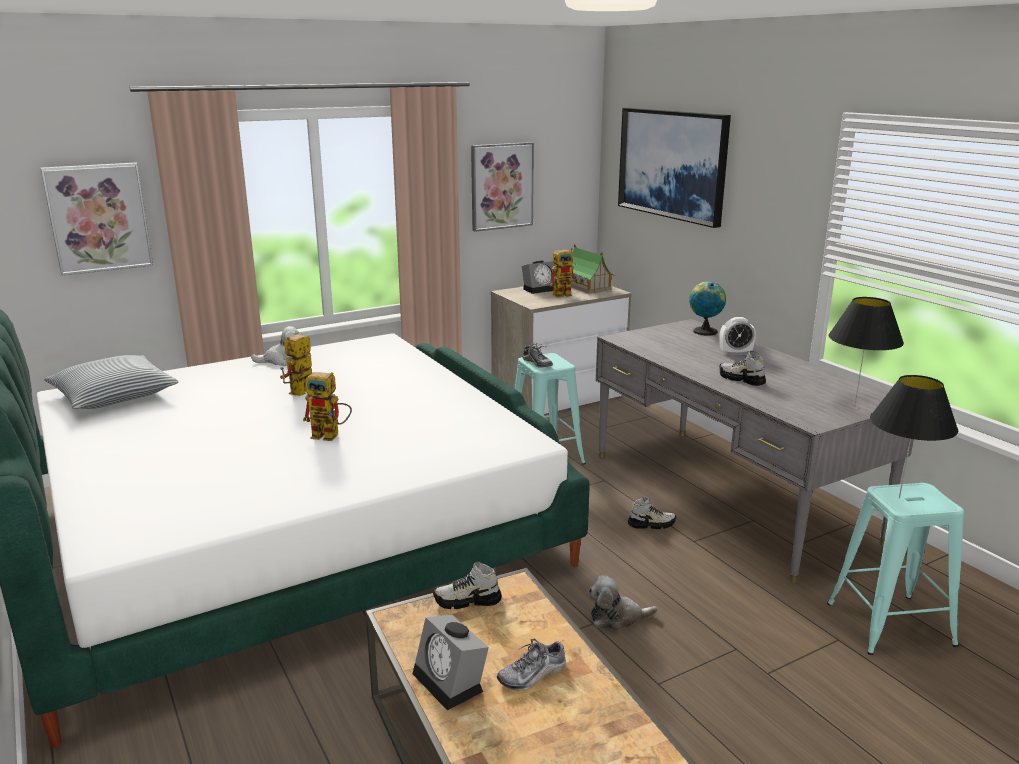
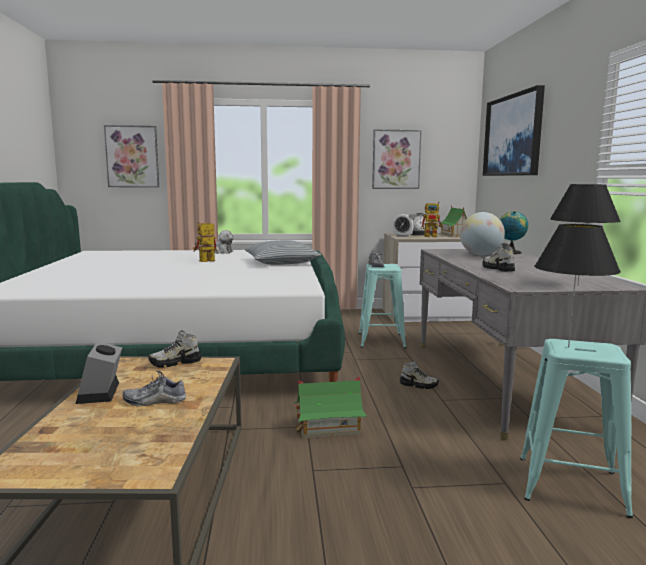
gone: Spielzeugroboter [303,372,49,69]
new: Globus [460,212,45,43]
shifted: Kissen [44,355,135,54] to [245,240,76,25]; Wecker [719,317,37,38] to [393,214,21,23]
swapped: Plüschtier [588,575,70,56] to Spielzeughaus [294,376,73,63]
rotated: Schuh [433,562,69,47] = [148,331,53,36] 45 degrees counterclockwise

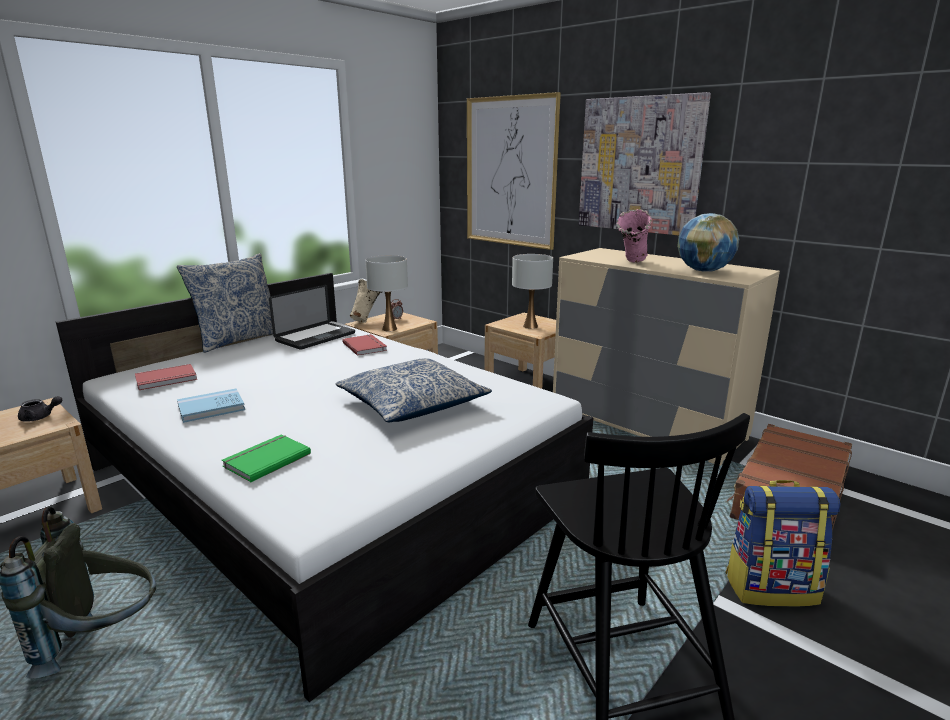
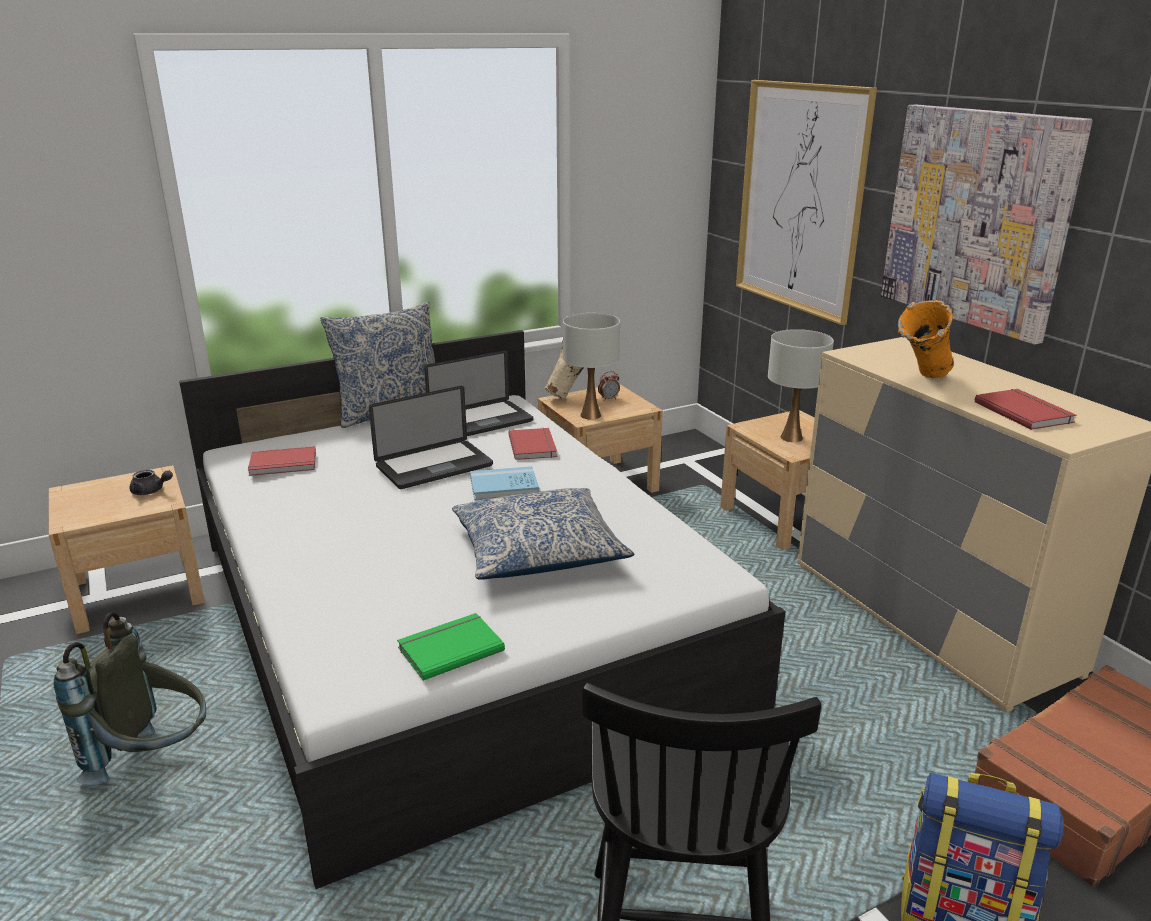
new: Laptop [369,386,124,103]
shifted: Buch [blau] [177,389,68,34] to [470,466,69,35]; Buch [grün] [222,434,89,48] to [397,613,108,68]
swapped: Globus [677,213,62,59] to Buch [rot] [975,389,101,41]
repainted: Vase [rosa] [617,209,35,54] to Vase [orange] [898,300,56,78]

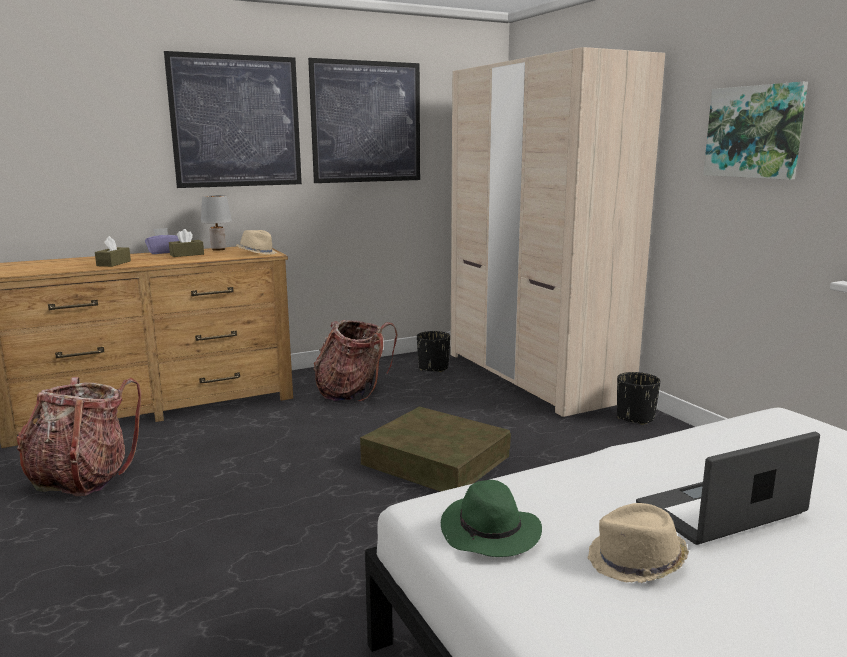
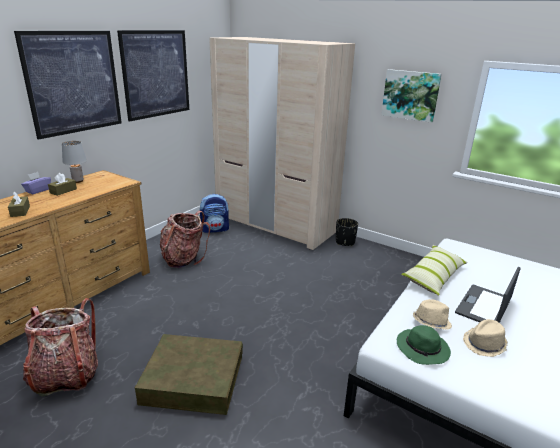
new: Kissen [401,245,67,51]
shifted: Hut [beige] [236,230,41,24] to [413,299,39,31]; Aufbewahrungsbox [braun] [360,406,151,86] to [135,334,108,81]
swapped: Pflanzkübel [schwarz] [417,331,33,41] to Rucksack [200,194,29,39]

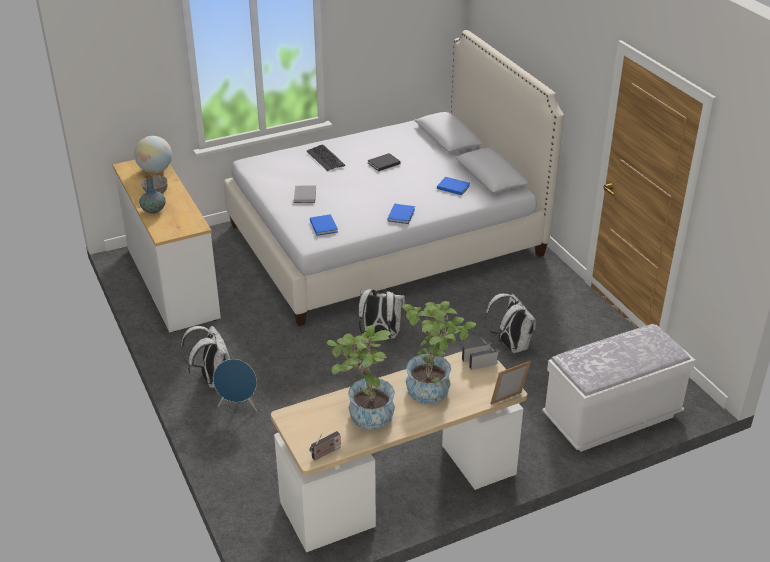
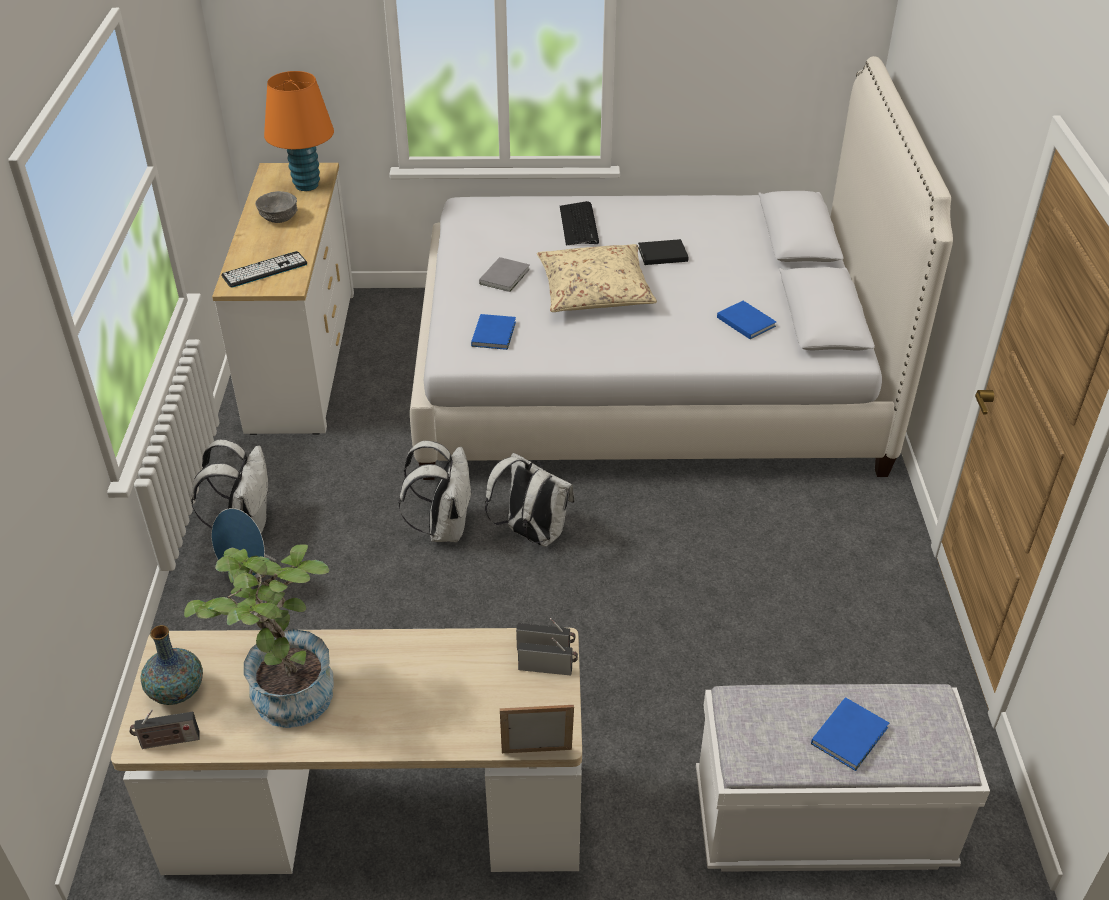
gone: Topfpflanze [402,301,74,103]
new: Tastatur [221,251,87,37]; Kissen [beige] [537,244,120,68]
shifted: Vase [139,175,26,39] to [140,625,63,80]; Buch [blau] [387,204,28,20] to [811,697,78,74]; Rucksack [weiß] [485,293,51,60] to [398,441,75,101]
swapped: Globus [134,136,38,37] to Tischlampe [orange] [264,71,70,120]

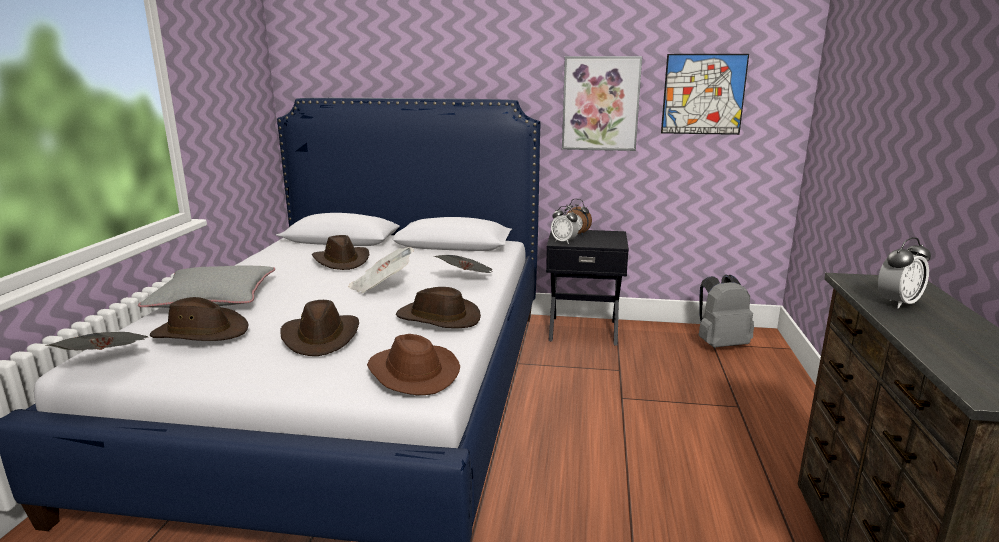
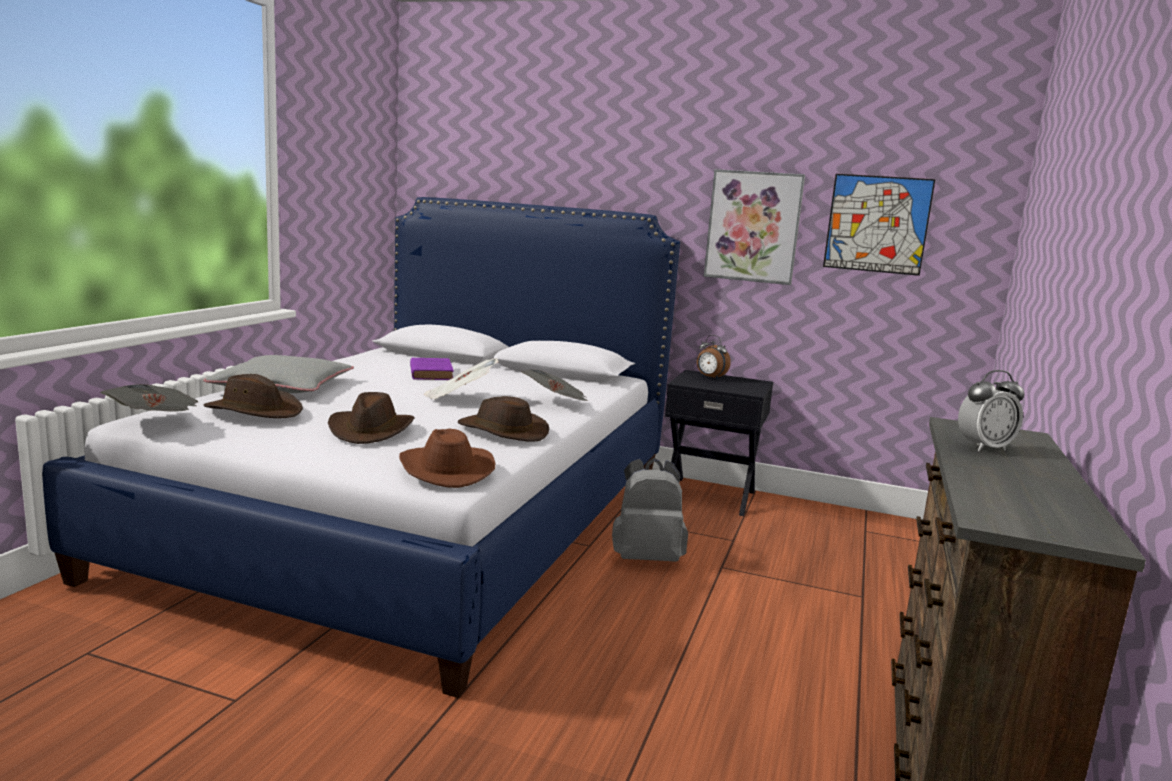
gone: Wecker [551,206,28,38]
shifted: Rucksack [grau] [698,275,56,73] to [612,458,76,104]
swapped: Hut [braun] [312,235,58,35] to Buch [lila] [410,358,44,22]

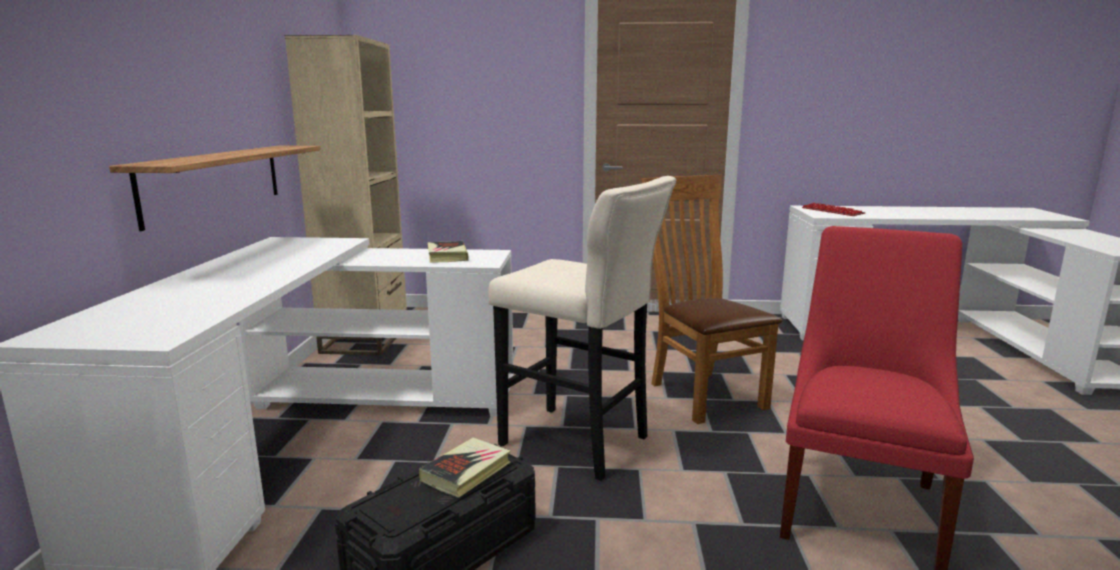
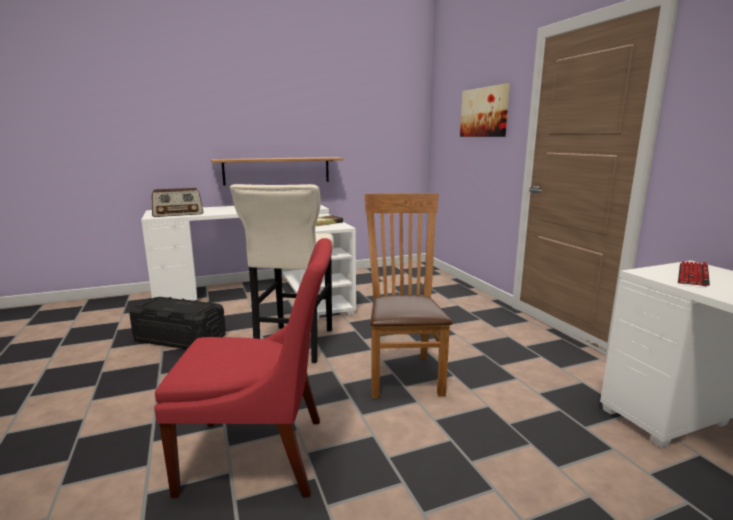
gone: Bücherregal [beige] [285,35,122,320]; Buch [419,437,92,61]
new: Radio [152,188,51,29]; Bild [460,84,50,53]
rotated: Stuhl [braun] [642,175,141,249] = [364,193,89,205] 45 degrees counterclockwise

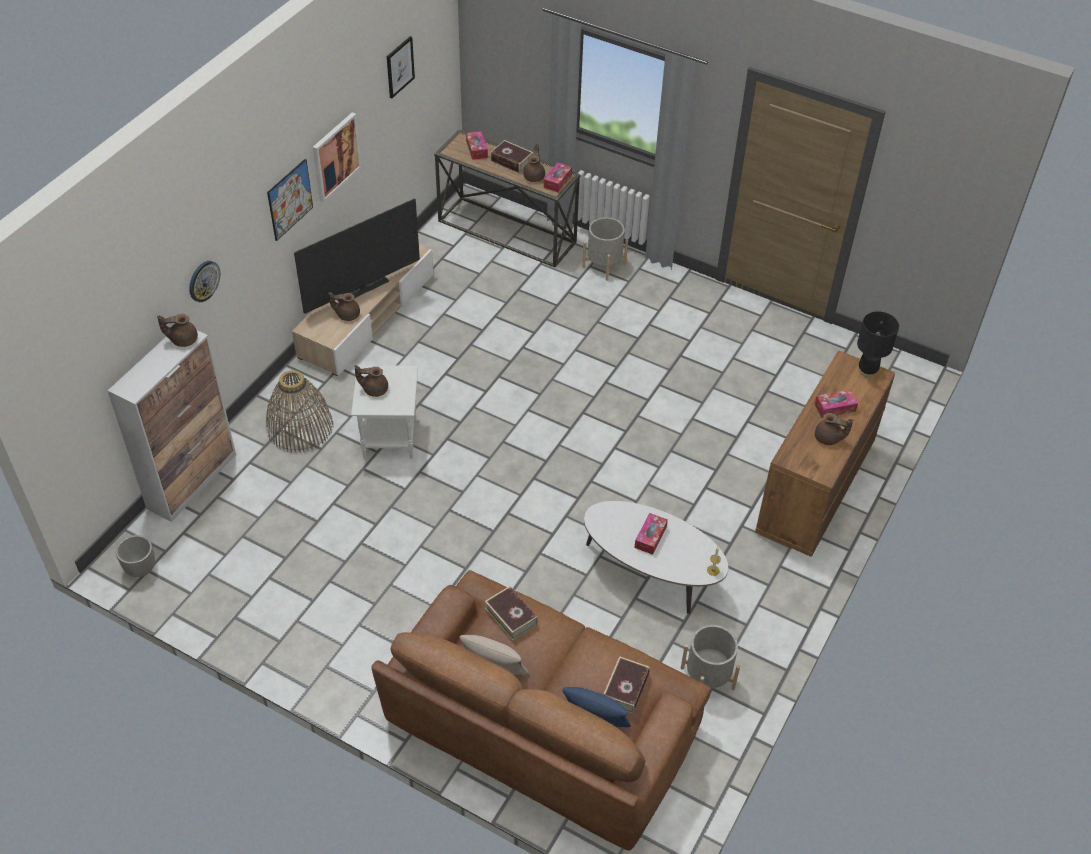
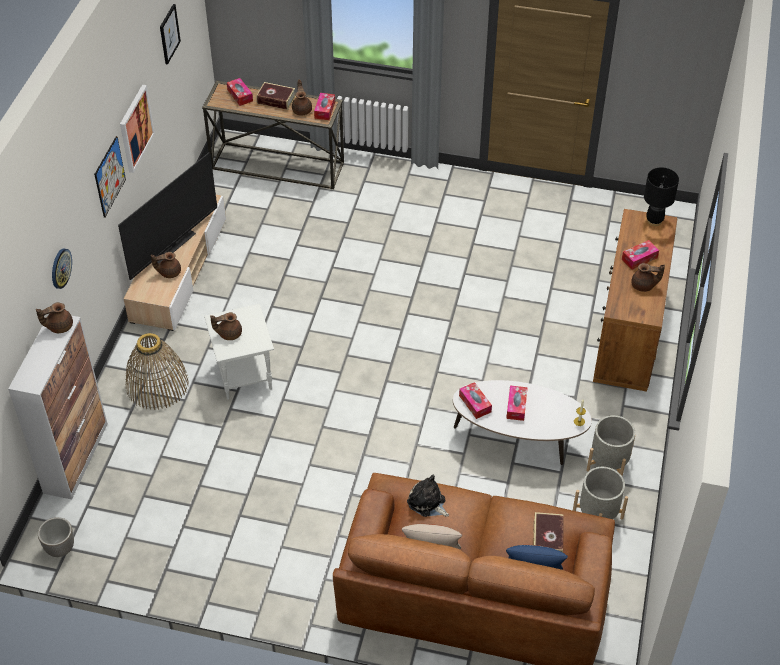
new: Taschentuchbox [459,382,33,37]
shifted: Pflanzkübel [grau] [582,217,46,64] to [586,415,49,61]
swapped: Buch [485,586,53,55] to Plüschtier [407,475,42,42]

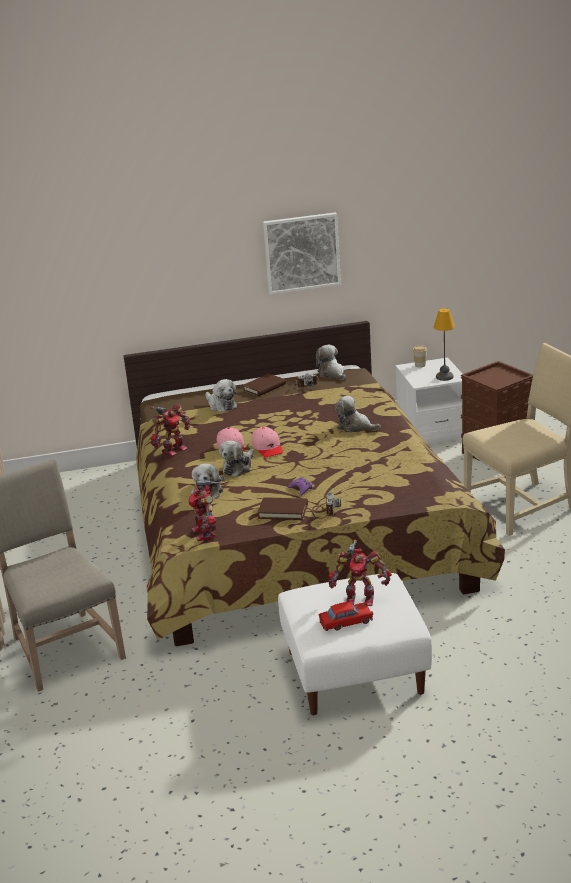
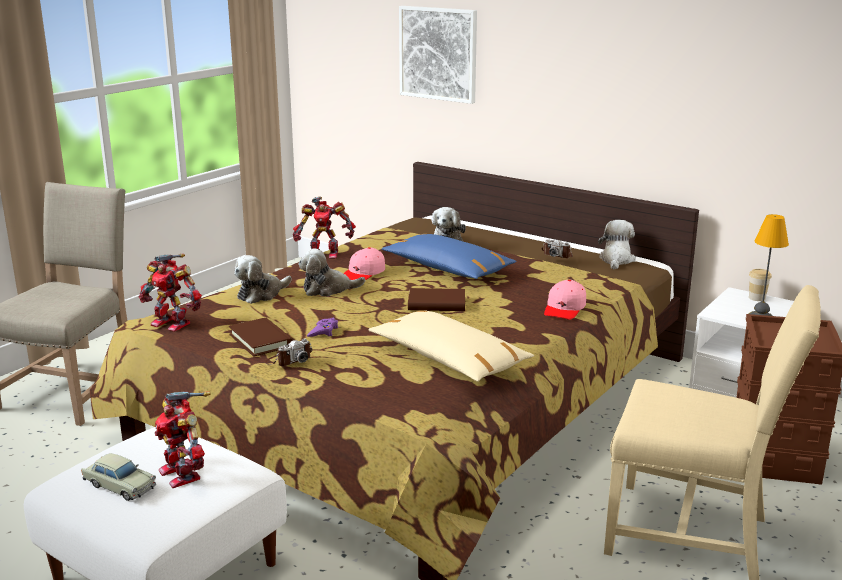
gone: Plüschtier [335,396,46,37]
new: Kissen [beige] [368,310,166,72]; Kissen [blau] [382,234,135,45]
shifted: Buch [braun] [242,373,44,23] to [408,288,57,23]; Kappe [rosa] [251,427,32,30] to [544,280,42,40]; Bild [263,212,78,83] to [399,6,78,98]
repainted: Spielzeugauto [rot] [319,602,54,29] to Spielzeugauto [beige] [81,453,75,48]
rotated: Spielzeugroboter [189,480,36,61] = [139,254,63,78] 90 degrees counterclockwise

